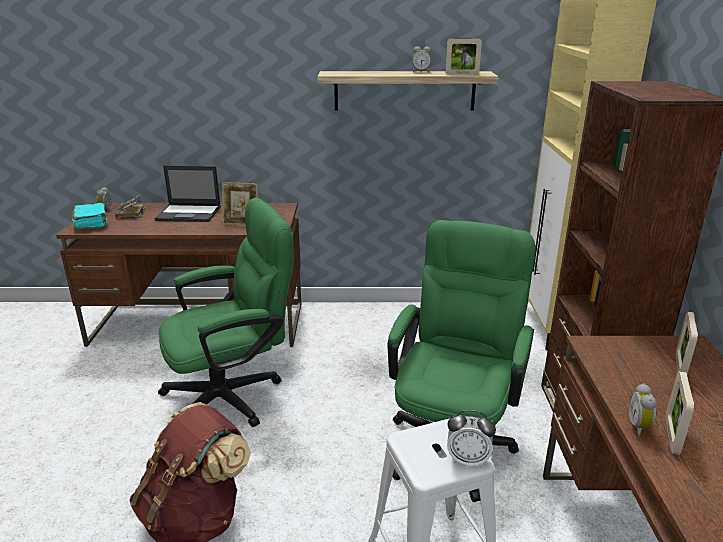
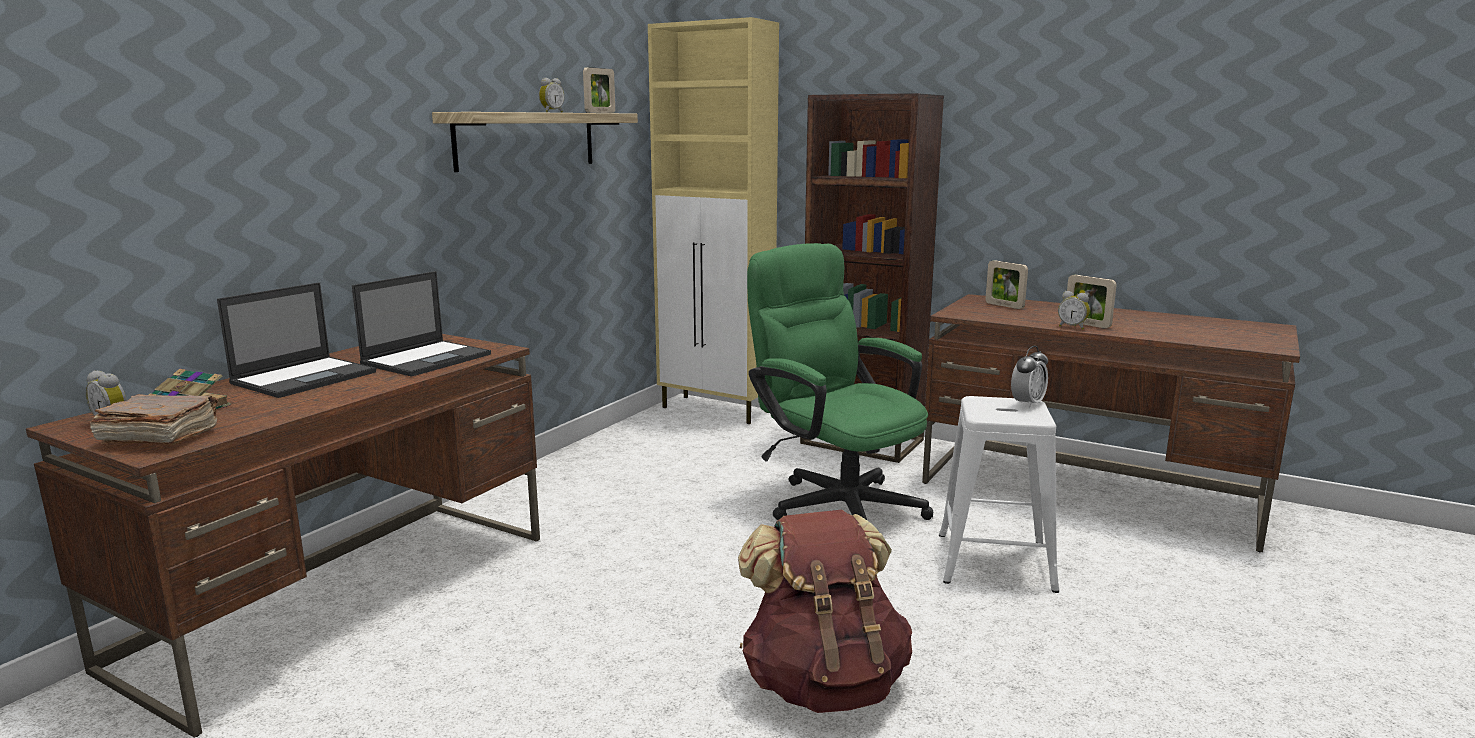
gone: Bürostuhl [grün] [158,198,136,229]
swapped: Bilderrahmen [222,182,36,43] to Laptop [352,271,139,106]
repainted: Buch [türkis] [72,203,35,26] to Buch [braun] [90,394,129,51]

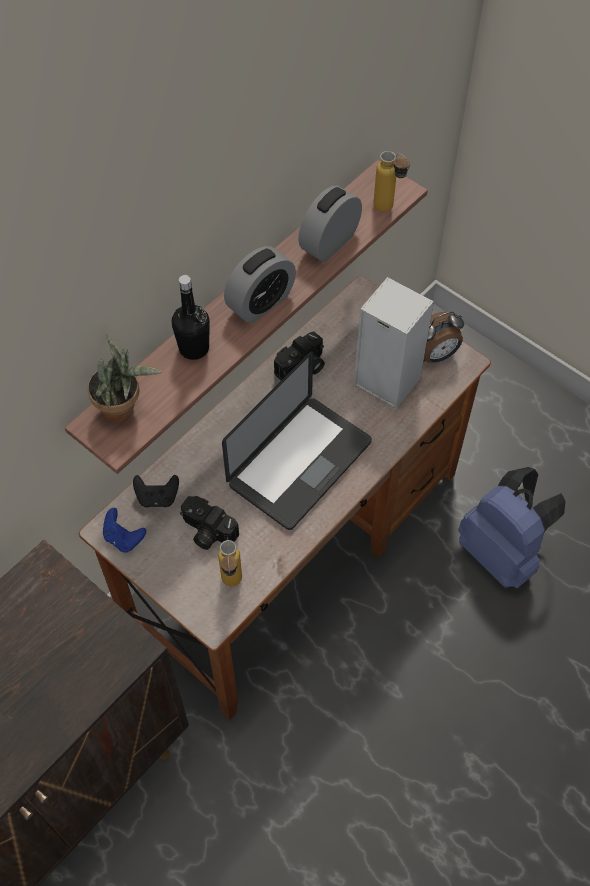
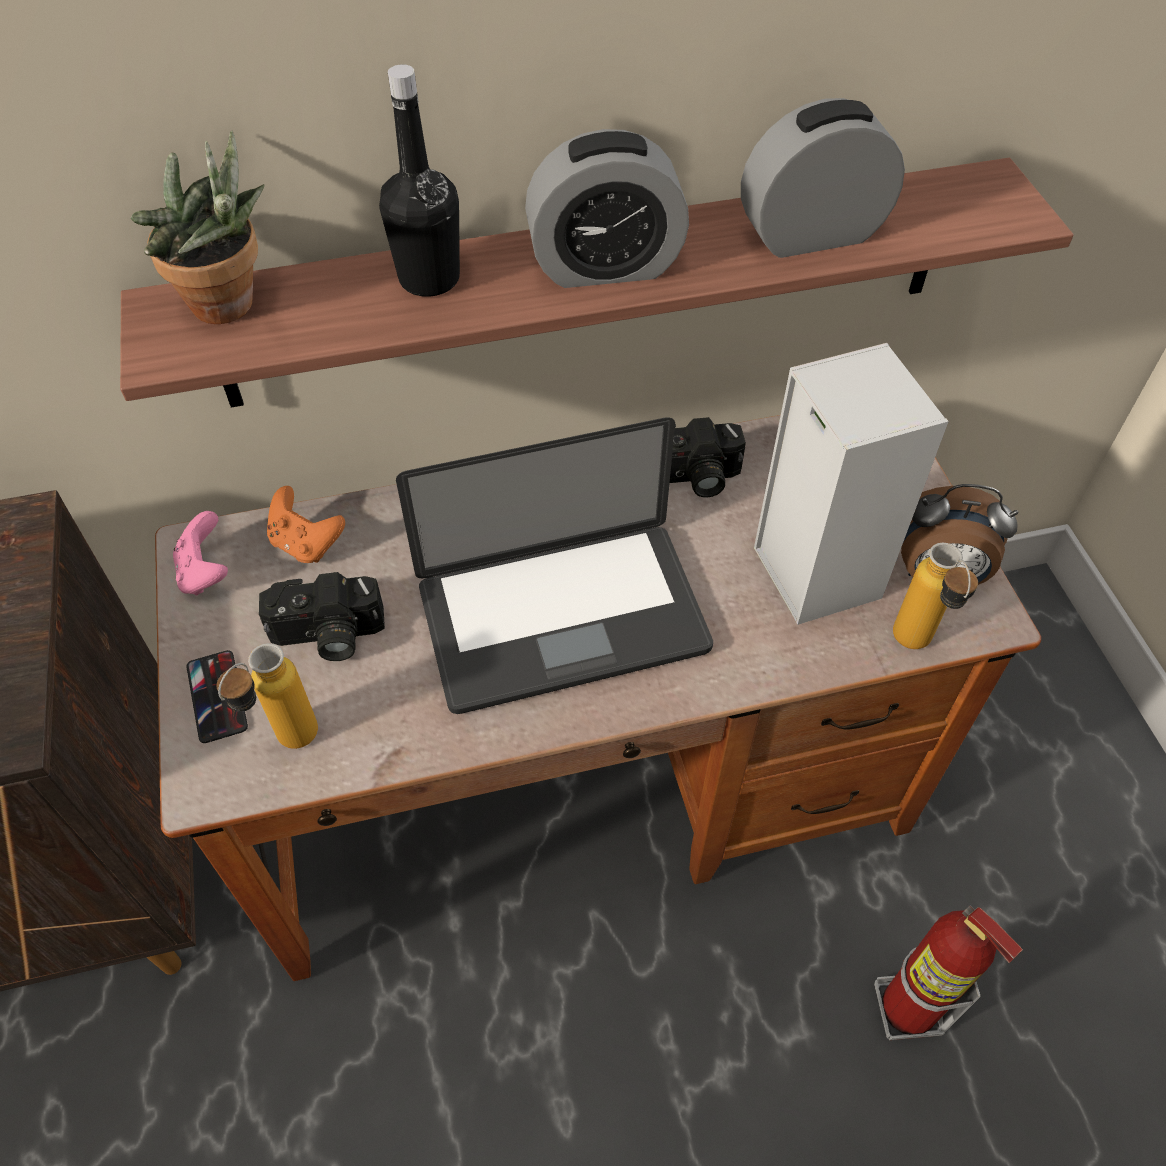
new: Handy [186,650,62,93]
shifted: Flasche [373,151,37,61] to [893,542,85,107]
swapped: Rucksack [blau] [458,467,108,121] to Feuerlöscher [874,906,149,134]
repainted: Gamepad [blau] [103,508,43,45] to Gamepad [rosa] [173,511,55,84]; Gamepad [schwarz] [133,475,46,33] to Gamepad [orange] [267,486,78,77]
rotated: Kamera [180,496,59,54] = [259,572,126,89] 75 degrees counterclockwise

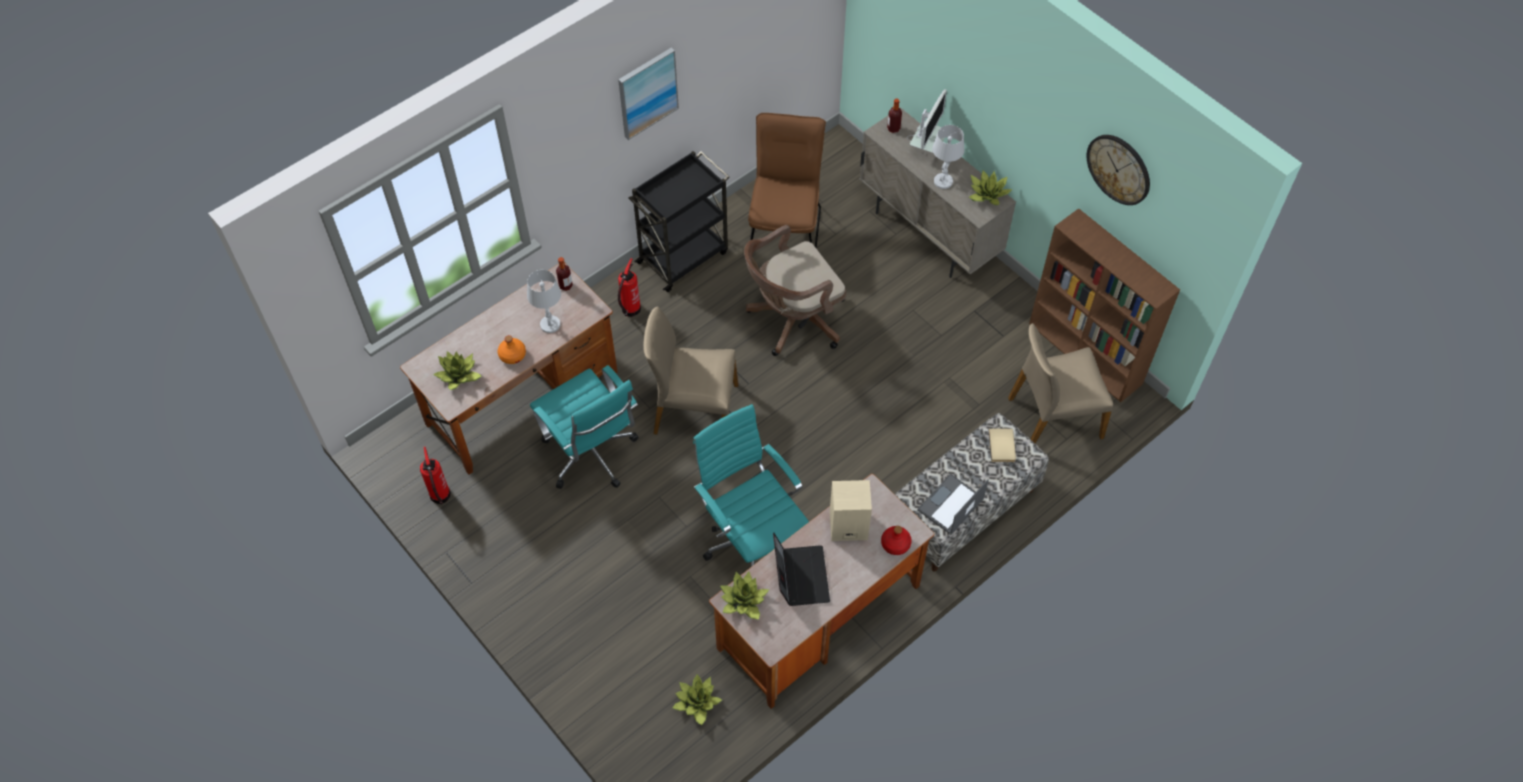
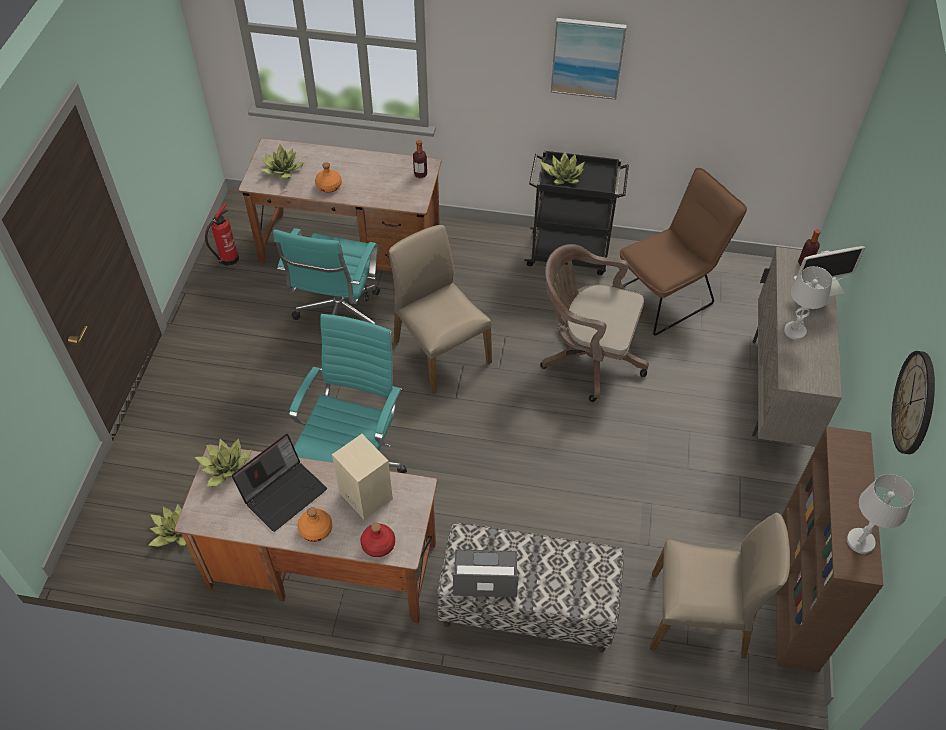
gone: Feuerlöscher [618,258,23,59]; Buch [beige] [989,428,27,34]
new: Flasche [orange] [298,507,34,35]
shifted: Tischlampe [weiß] [527,270,34,63] to [847,474,67,80]; Topfpflanze [969,170,43,35] to [540,151,45,34]
rotated: Stuhl [beige] [1008,323,105,120] = [650,513,140,146] 150 degrees clockwise

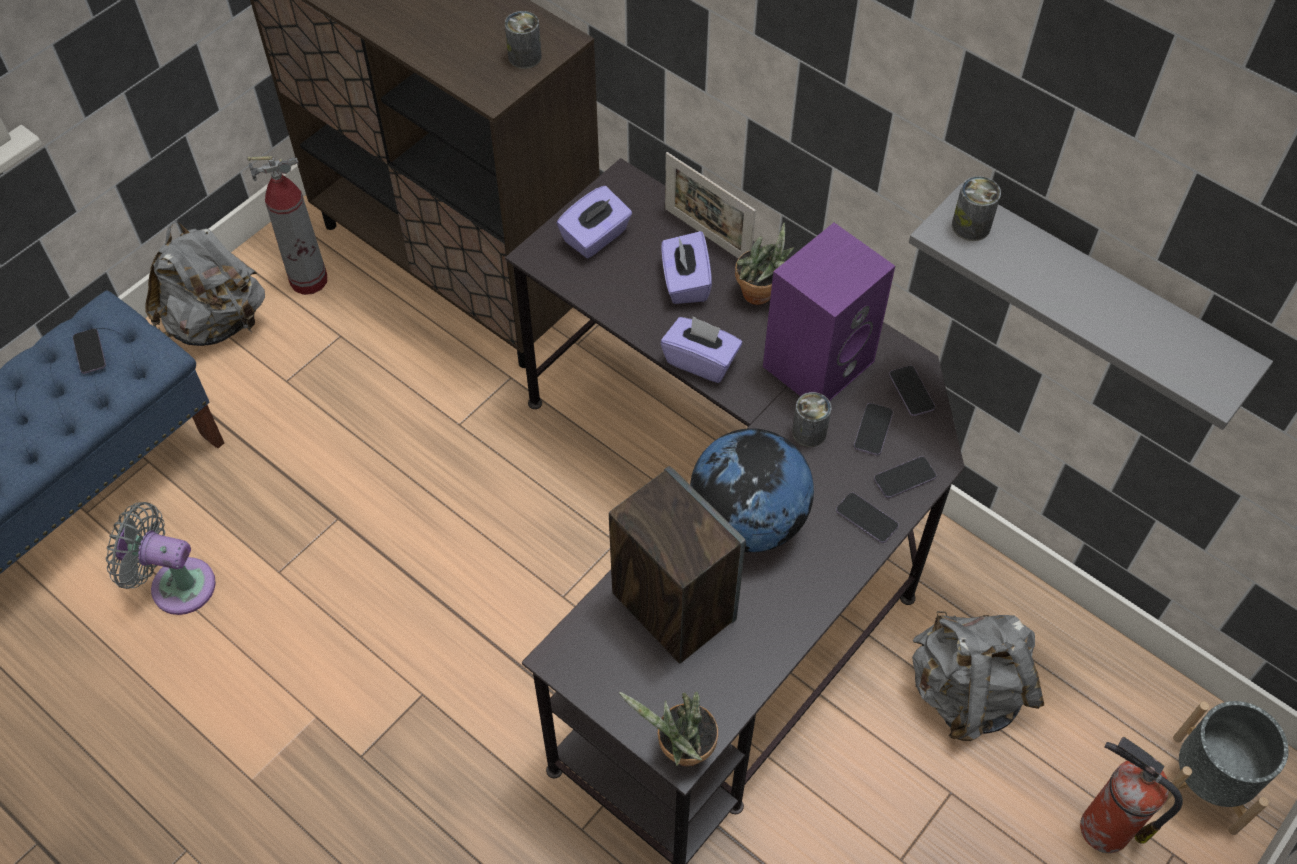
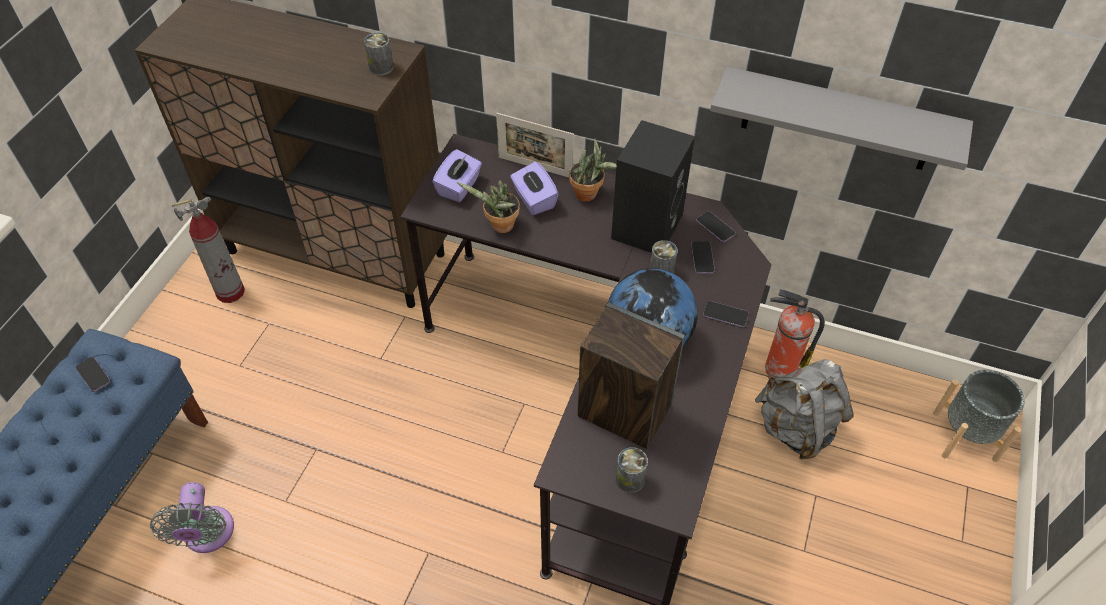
gone: Rucksack [grau] [145,220,120,126]; Taschentuchbox [lila] [661,316,81,67]; Handy [874,456,62,42]
shifted: Topfpflanze [619,692,99,75] to [457,180,63,53]; Dose [952,176,49,65] to [616,447,32,46]; Feuerlöscher [1080,737,103,116] to [765,289,60,89]
repainted: Lautsprecher [lila] [763,223,132,178] to Lautsprecher [schwarz] [611,120,84,133]
rotated: Ventilator [grau] [106,502,110,113] = [150,482,84,71] 90 degrees counterclockwise

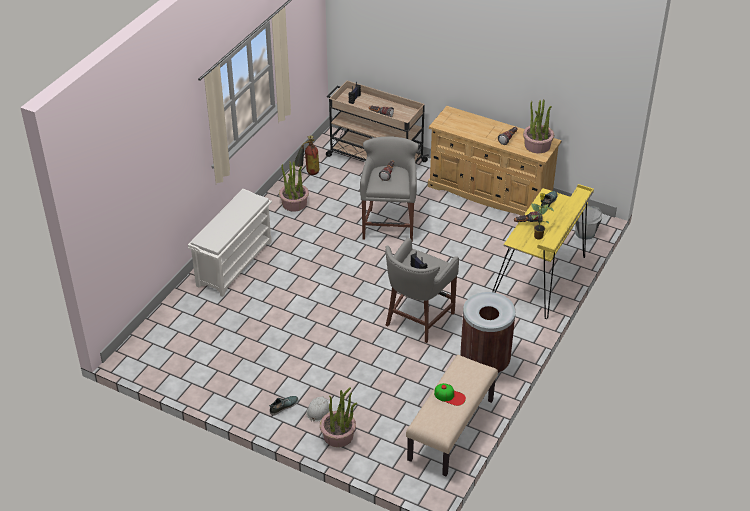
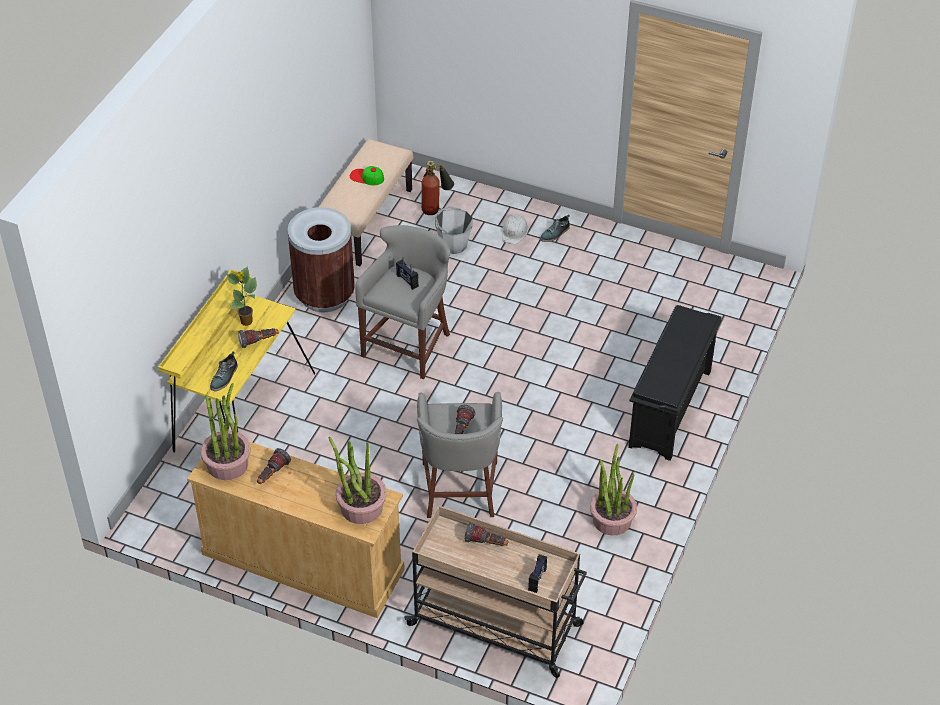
shifted: Feuerlöscher [295,135,24,40] to [421,161,33,54]; Topfpflanze [320,388,37,59] to [328,437,59,87]; Eimer [grau] [575,206,27,34] to [435,206,38,48]
repainted: Schuhregal [weiß] [188,189,84,108] to Schuhregal [schwarz] [628,305,94,156]

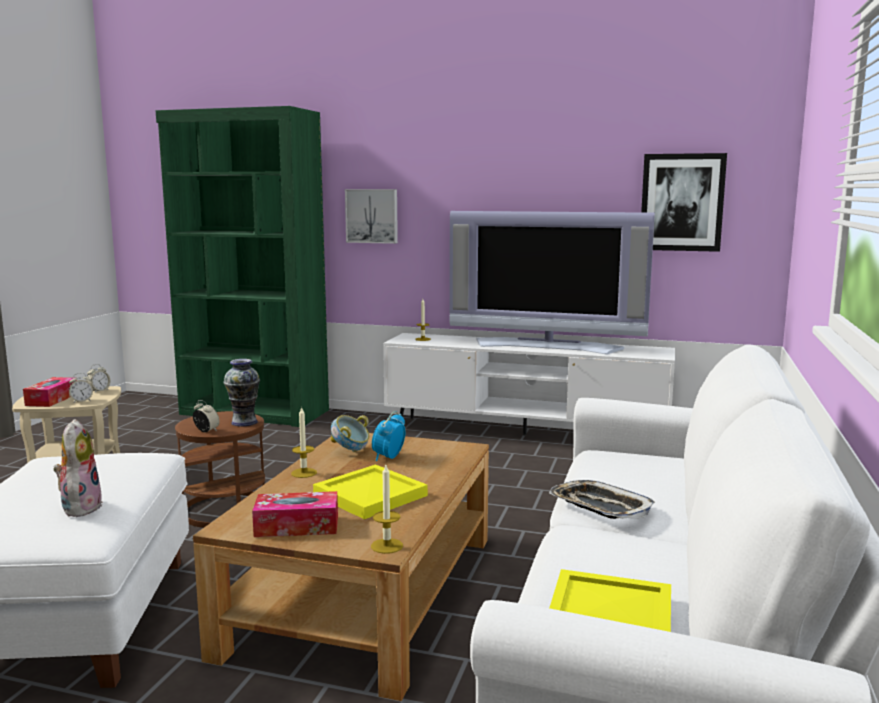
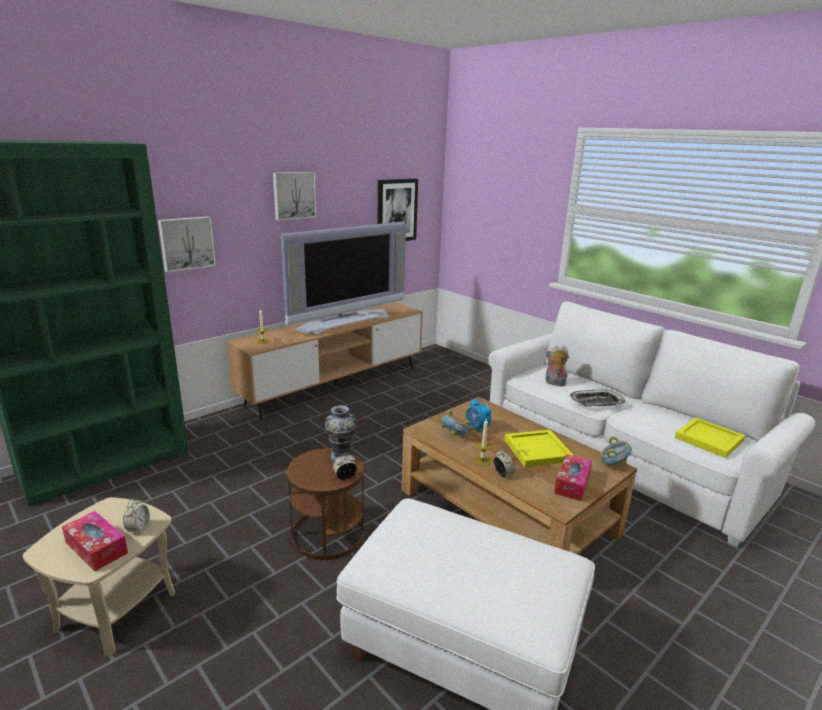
new: Bild [273,172,44,49]
shifted: Plüschtier [53,419,49,98] to [545,345,24,41]; Wecker [87,364,24,29] to [494,449,21,28]
swapped: Kerze [371,465,32,89] to Schüssel [600,436,32,29]
repainted: Fernsehschrank [weiß] [383,333,292,102] to Fernsehschrank [braun] [226,302,197,117]

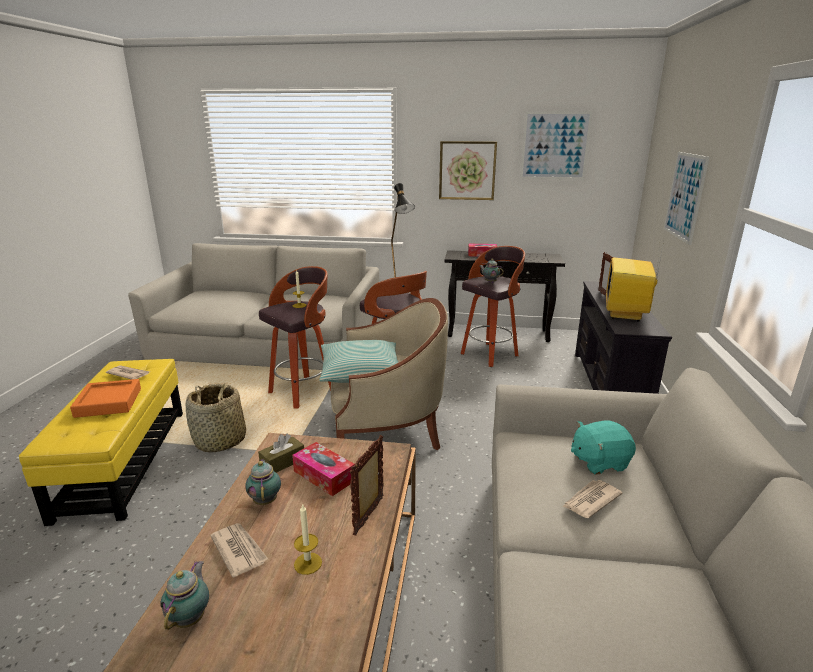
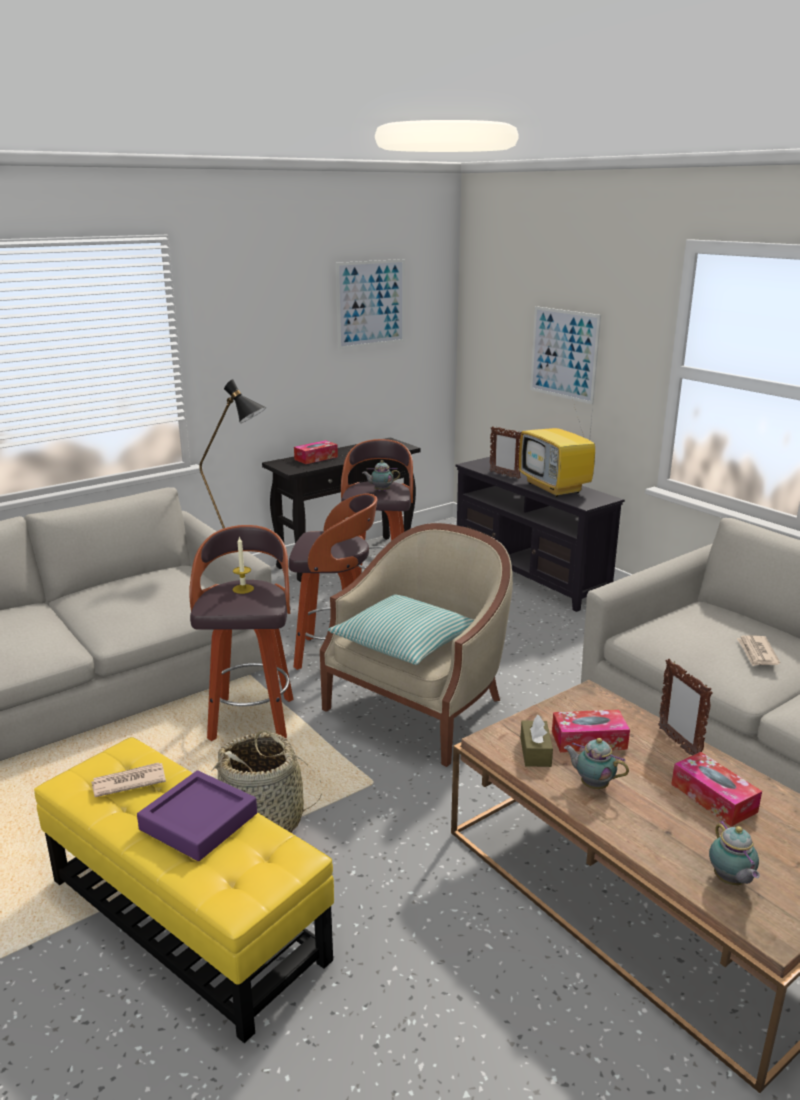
gone: Zeitung [210,523,58,55]; Bild [439,141,58,59]; Plüschtier [türkis] [571,420,65,55]
swapped: Kerze [294,503,28,72] to Taschentuchbox [671,752,91,75]
repainted: Tablett [orange] [70,379,71,39] to Tablett [lila] [137,770,120,91]
rotated: Teekanne [160,561,49,69] = [709,821,51,64] 150 degrees counterclockwise

